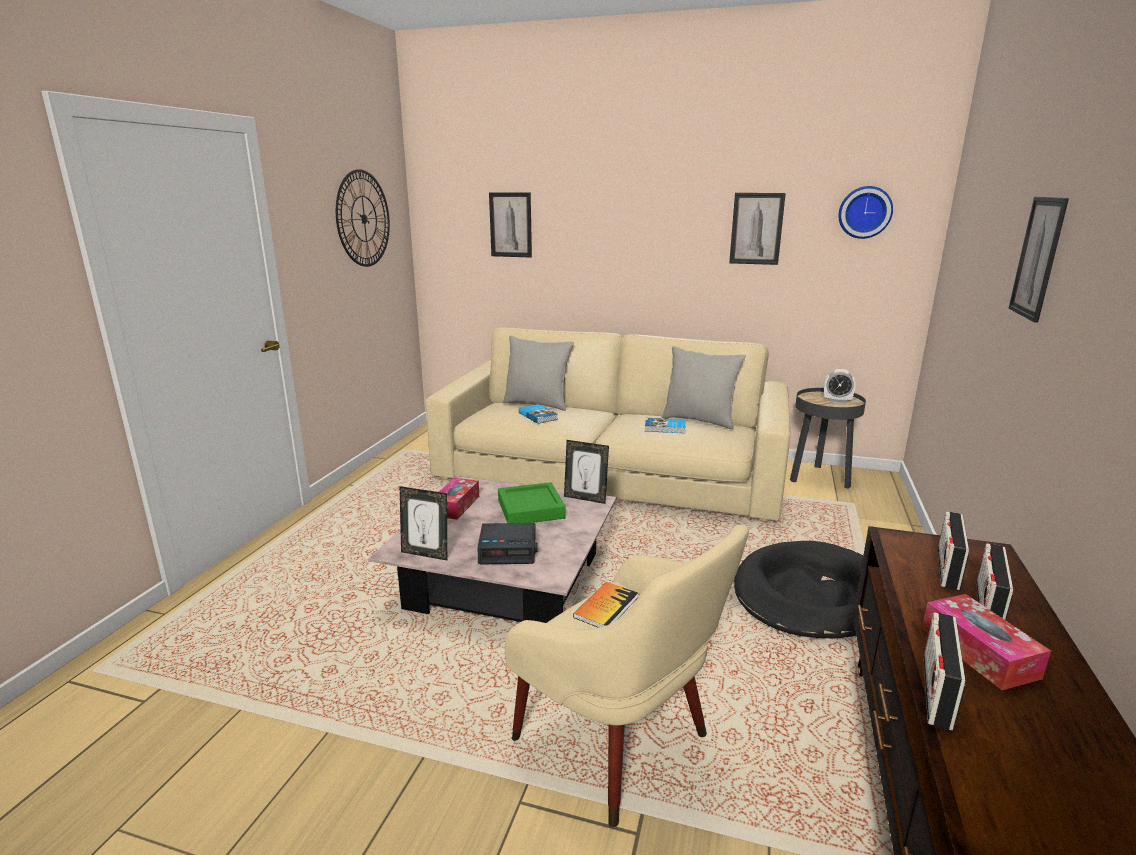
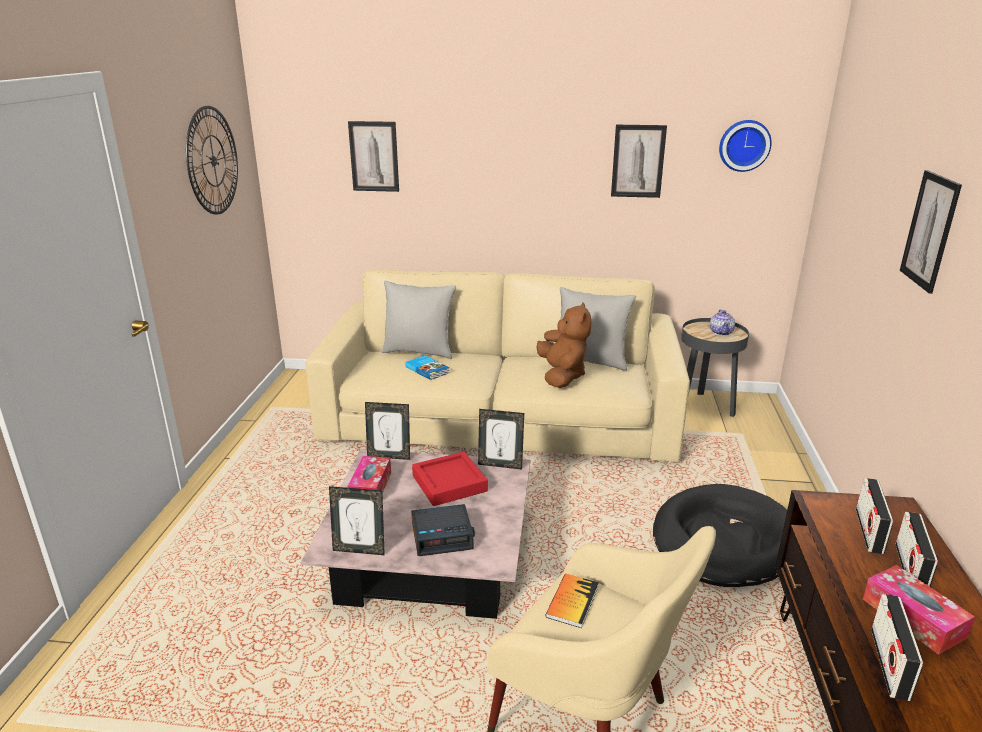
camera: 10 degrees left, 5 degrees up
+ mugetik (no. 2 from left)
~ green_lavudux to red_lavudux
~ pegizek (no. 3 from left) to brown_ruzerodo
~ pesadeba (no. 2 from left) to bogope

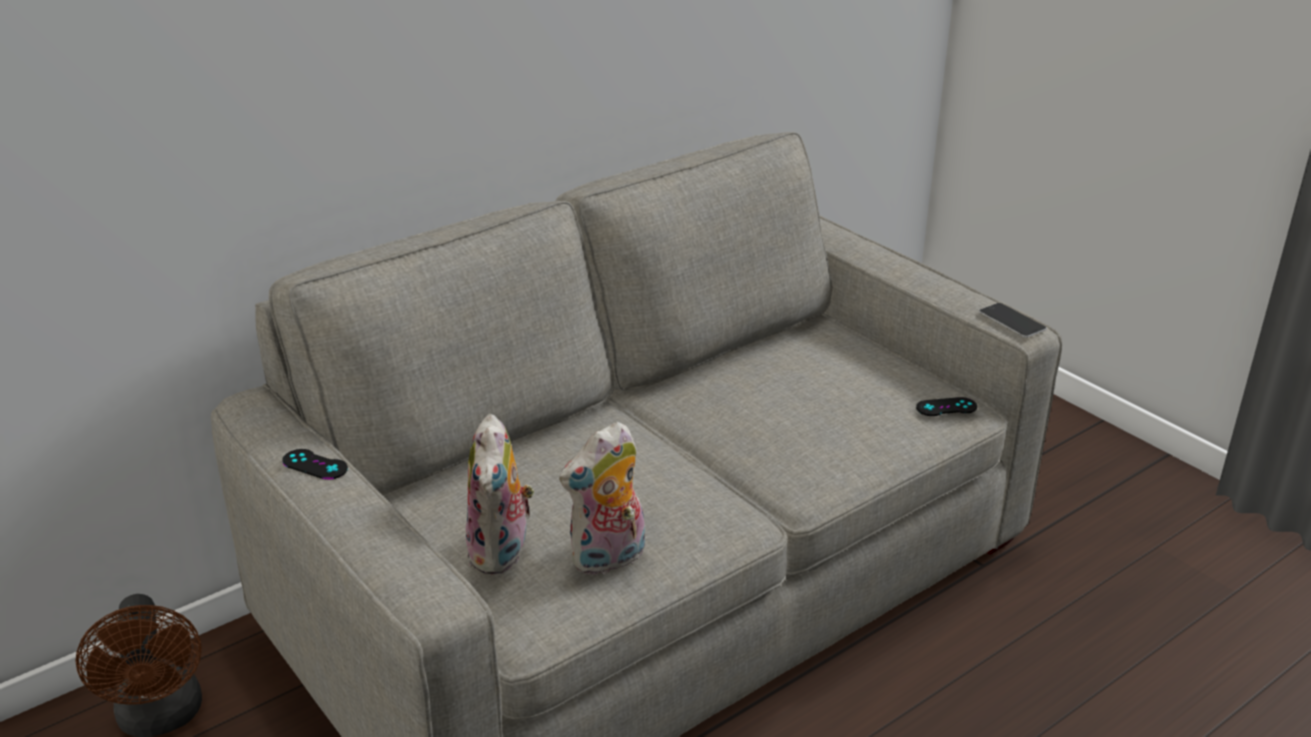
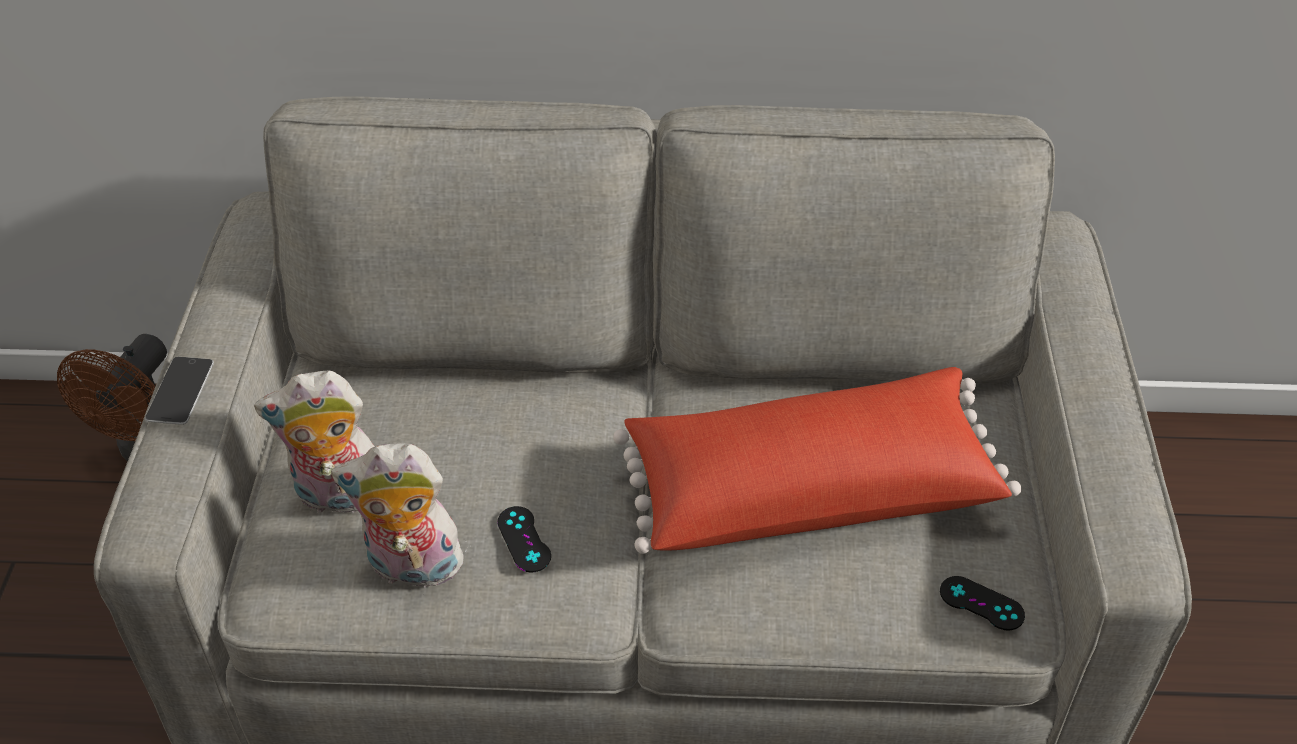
camera: 40 degrees right, 15 degrees up
~ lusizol
~ ruzerodo (no. 1 from left) 45 degrees clockwise
~ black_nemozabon (no. 1 from left)
+ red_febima

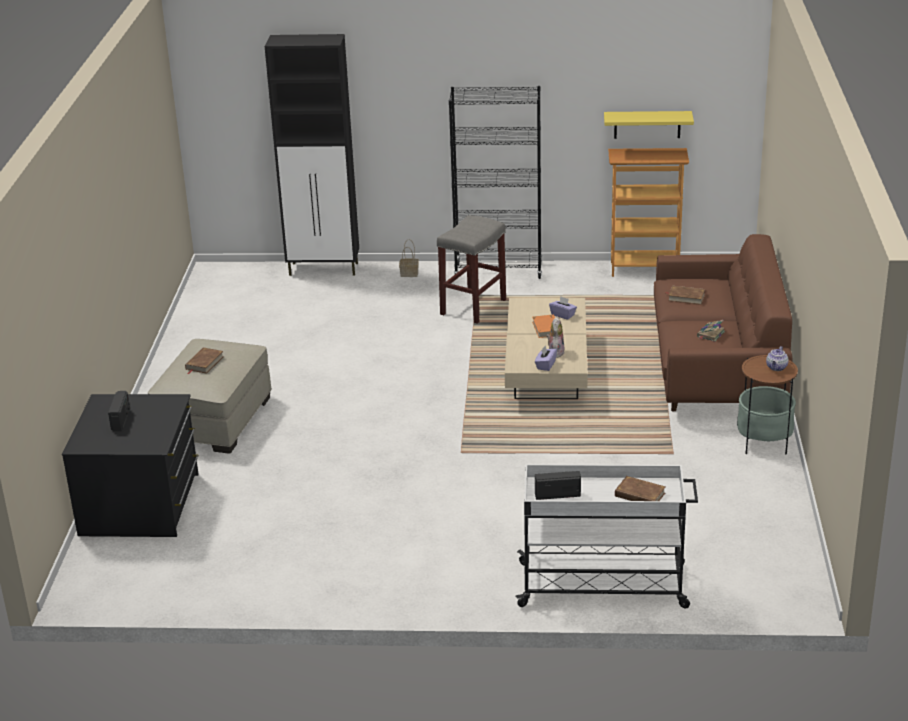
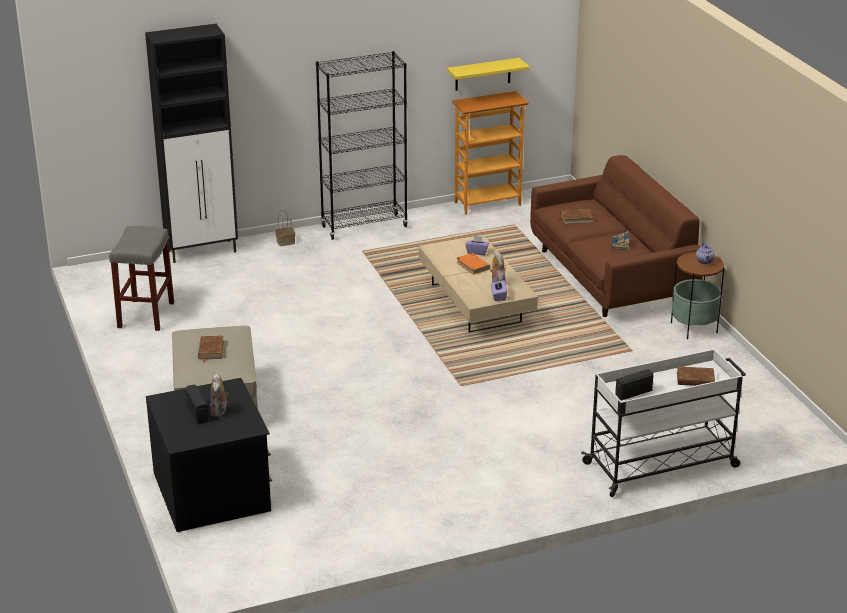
camera: 25 degrees left, 0 degrees up
~ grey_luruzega
+ ruzerodo (no. 1 from left)

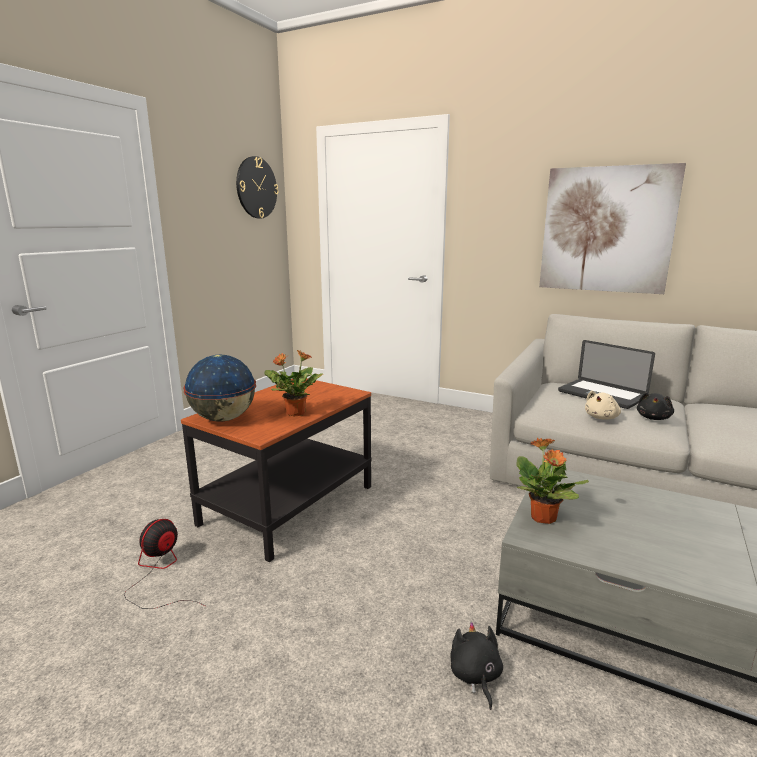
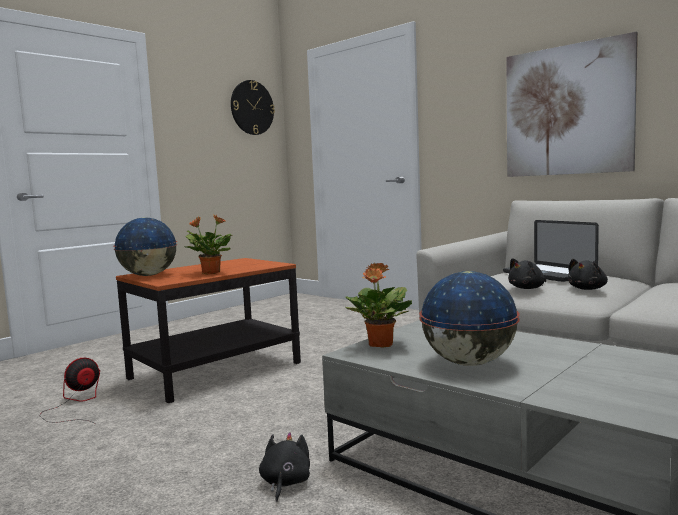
camera: 15 degrees right, 10 degrees down
+ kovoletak (no. 2 from left)
~ beige_ruzerodo to black_ruzerodo (no. 2 from left)

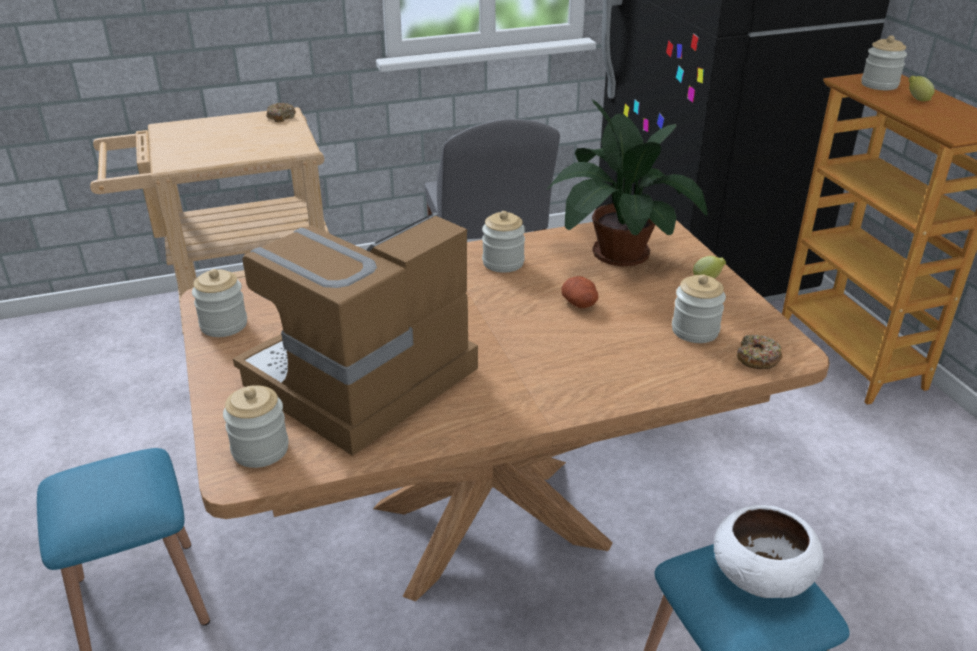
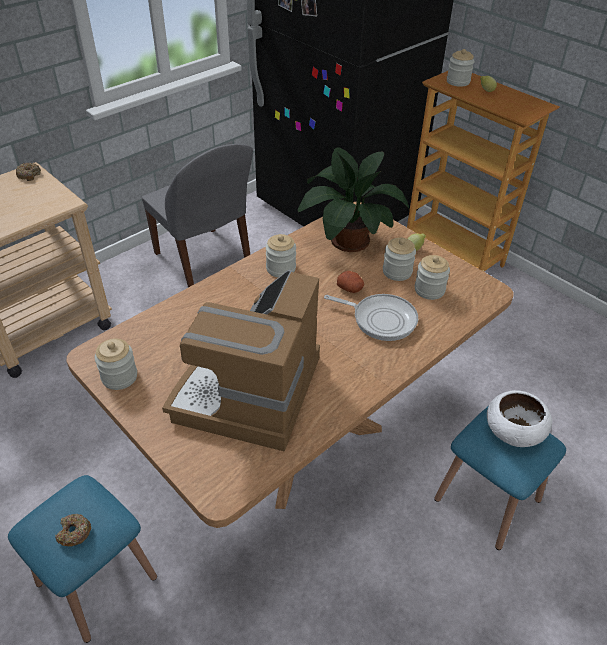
camera: 25 degrees left, 10 degrees up
~ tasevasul (no. 2 from left)
+ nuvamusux
~ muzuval (no. 2 from left in the first image) to muzuval (no. 3 from left)

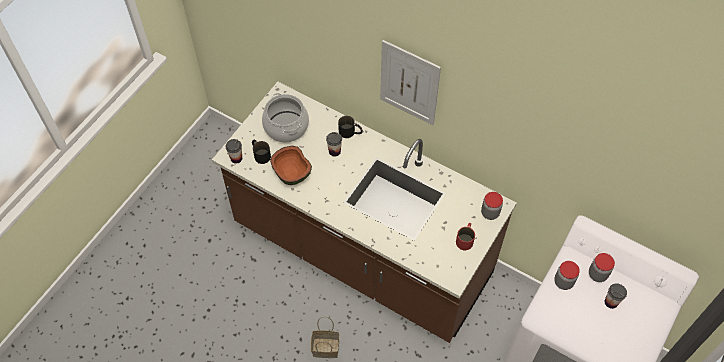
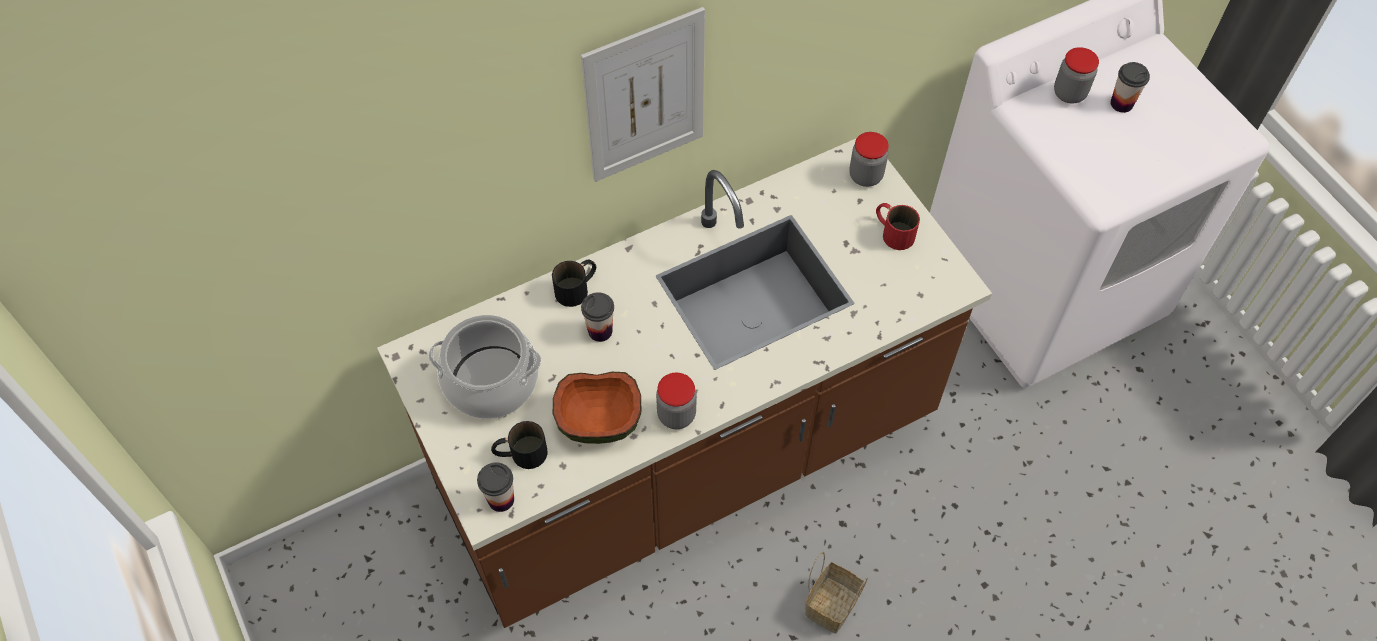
camera: 60 degrees left, 0 degrees up
~ muzuval (no. 2 from left in the first image) to muzuval (no. 1 from left)

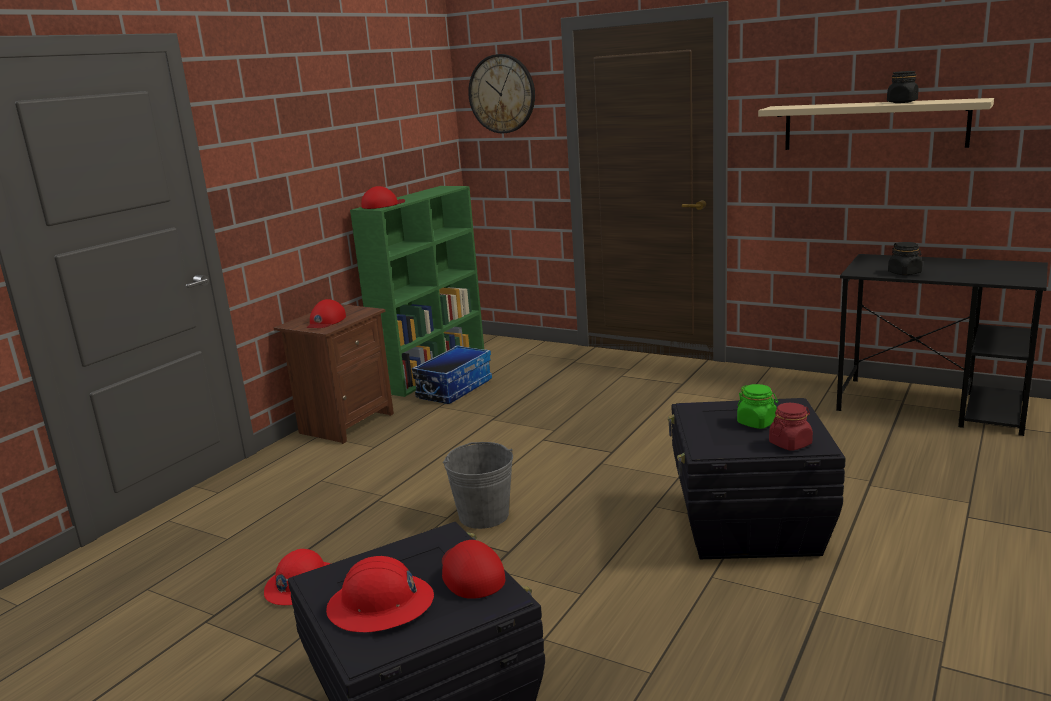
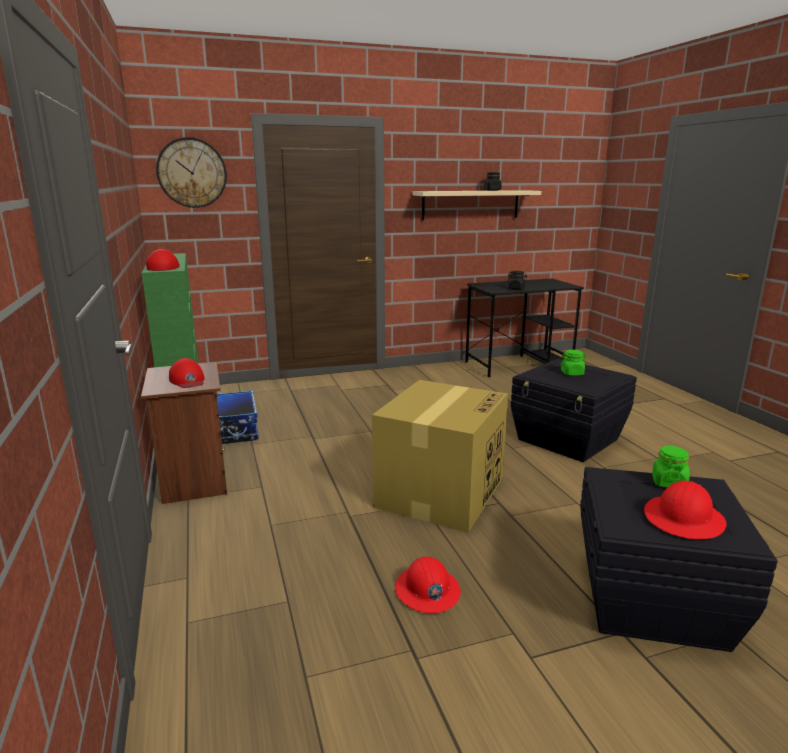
camera: 50 degrees left, 0 degrees up
~ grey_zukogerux to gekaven
~ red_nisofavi (no. 3 from left) to green_muzuval (no. 2 from left)
- red_muzuval

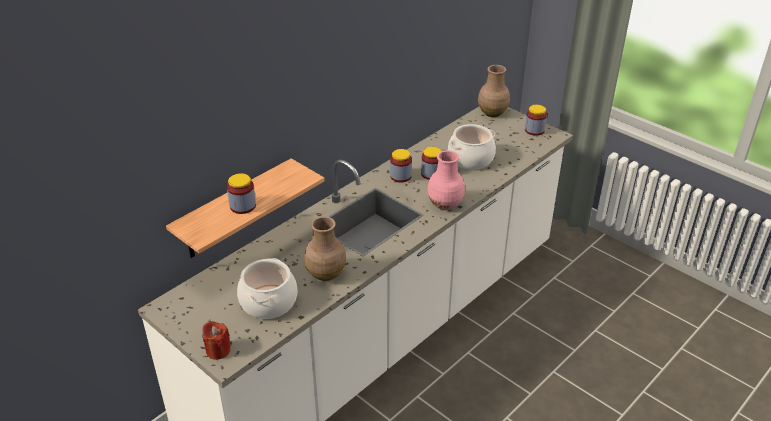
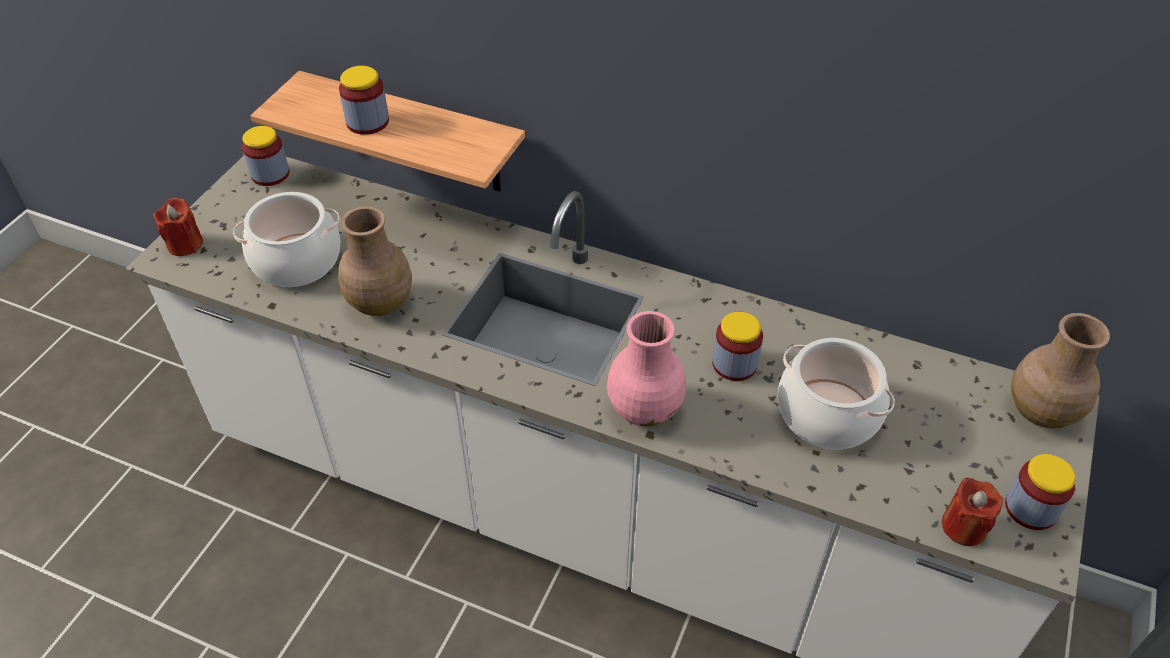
camera: 70 degrees right, 10 degrees up
~ muzuval (no. 2 from left in the first image) to muzuval (no. 1 from left)
+ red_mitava (no. 2 from left)

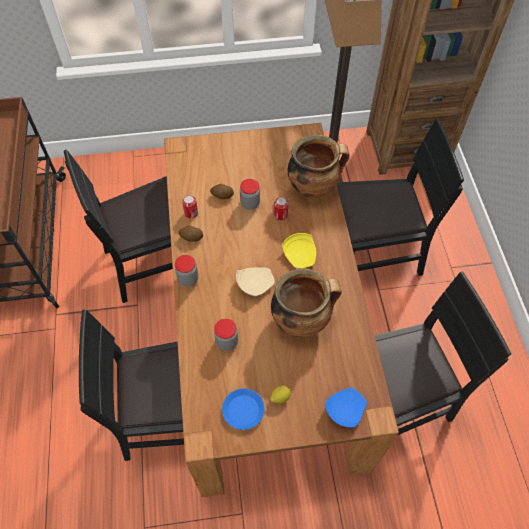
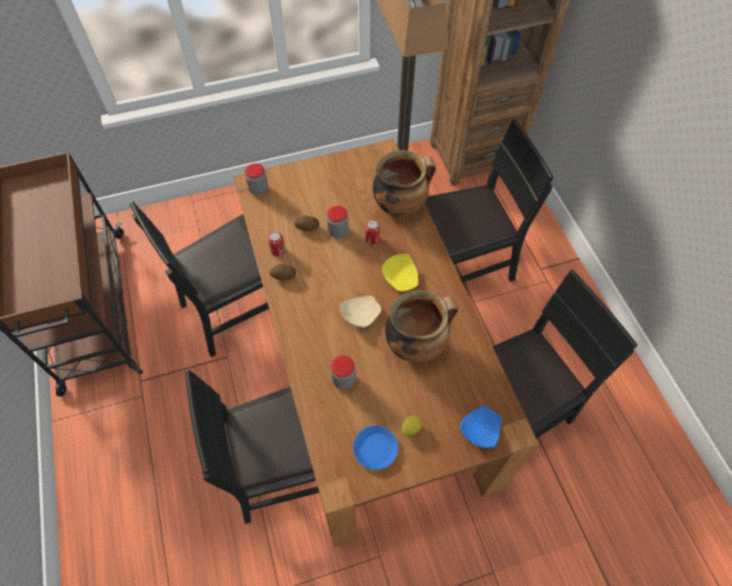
camera: 10 degrees left, 0 degrees up
~ muzuval (no. 1 from left)

